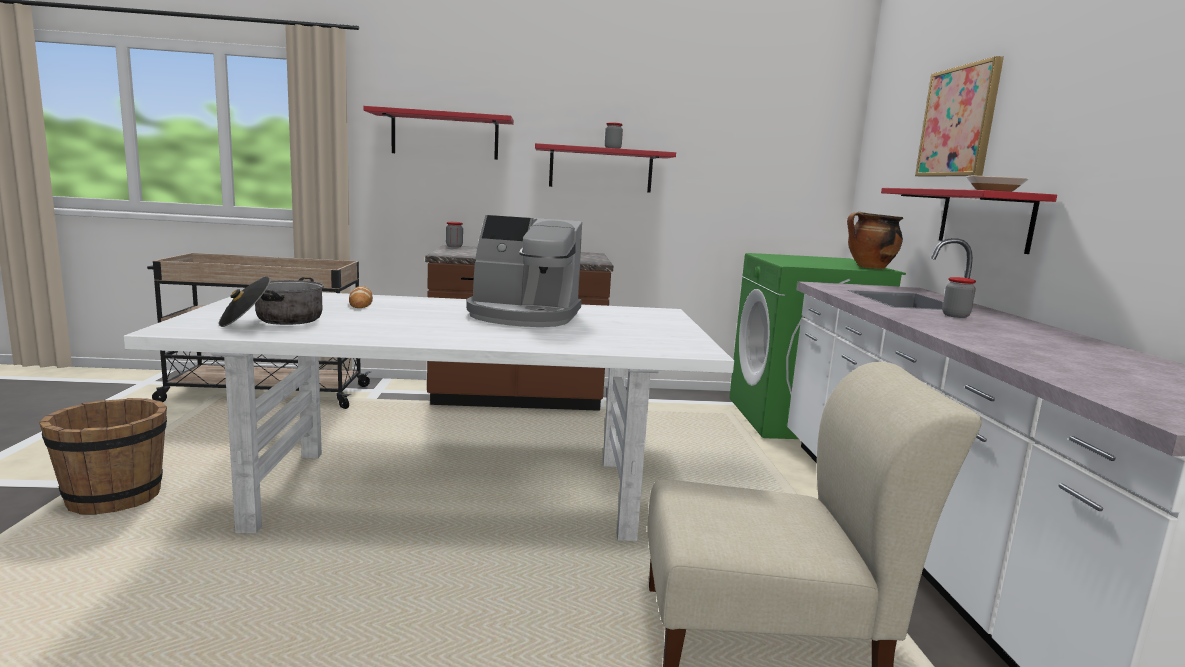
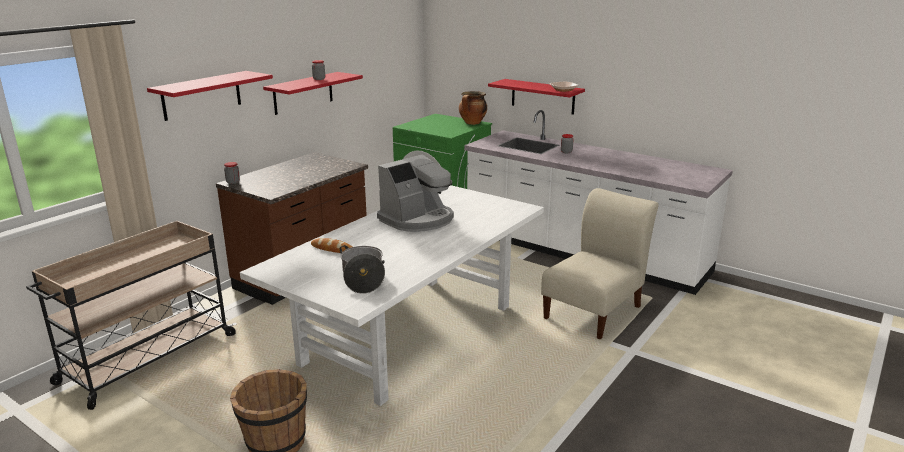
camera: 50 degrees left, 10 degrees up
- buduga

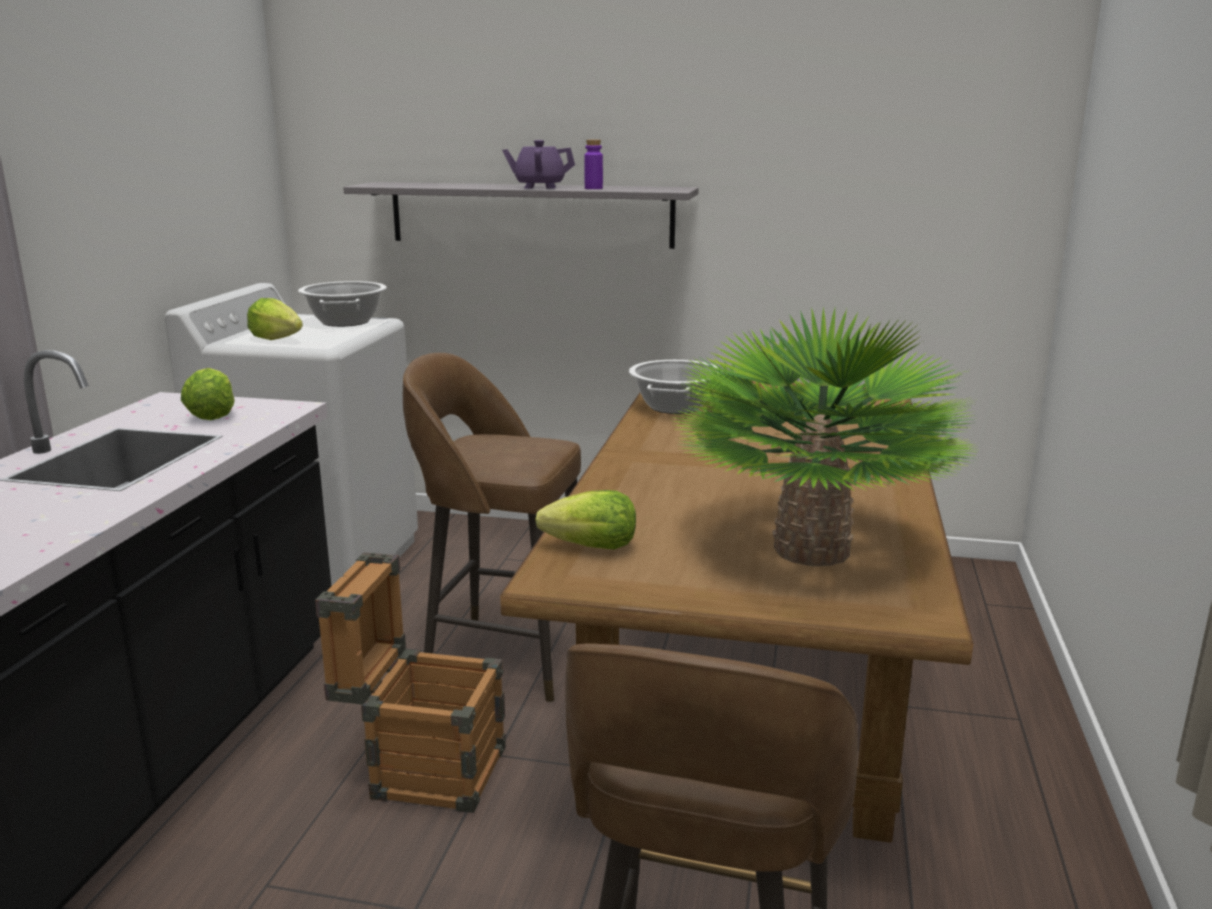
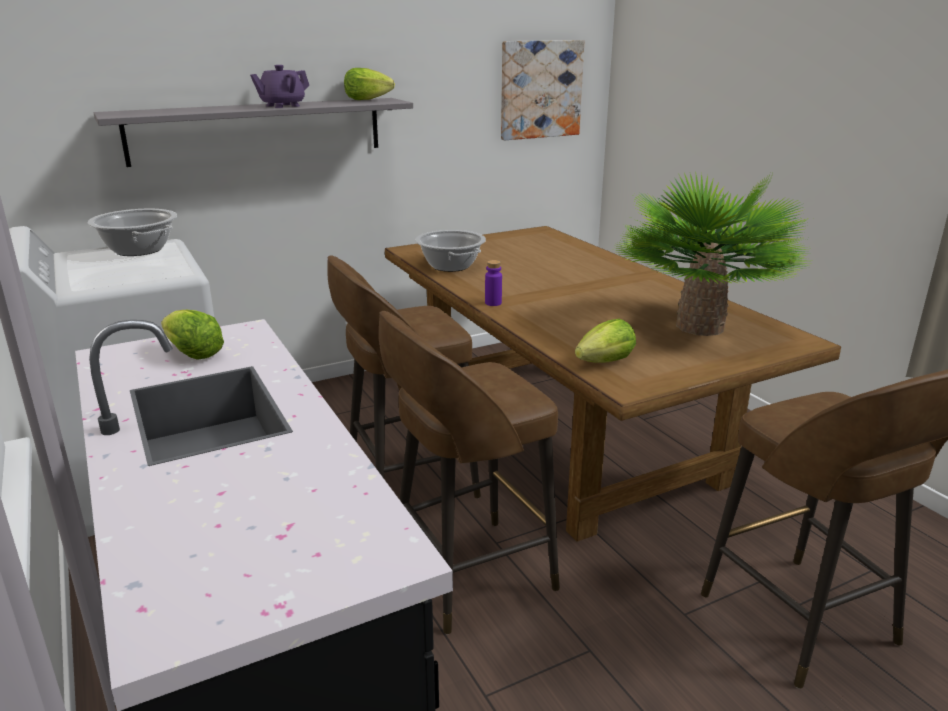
camera: 40 degrees left, 5 degrees up
~ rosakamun (no. 2 from left)
~ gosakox to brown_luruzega (no. 2 from left)
~ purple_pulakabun
+ buduga

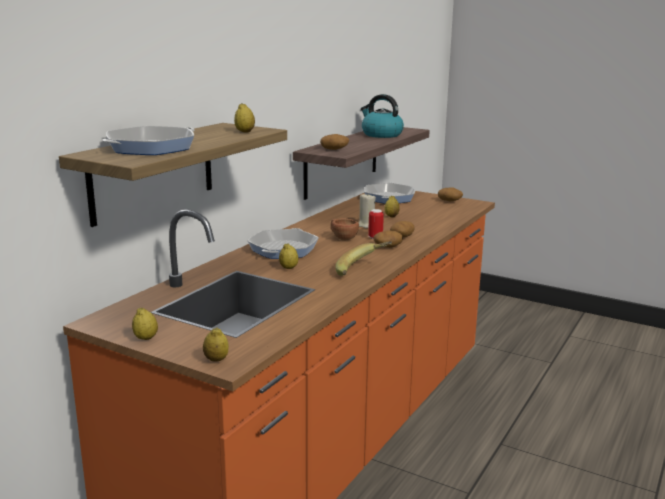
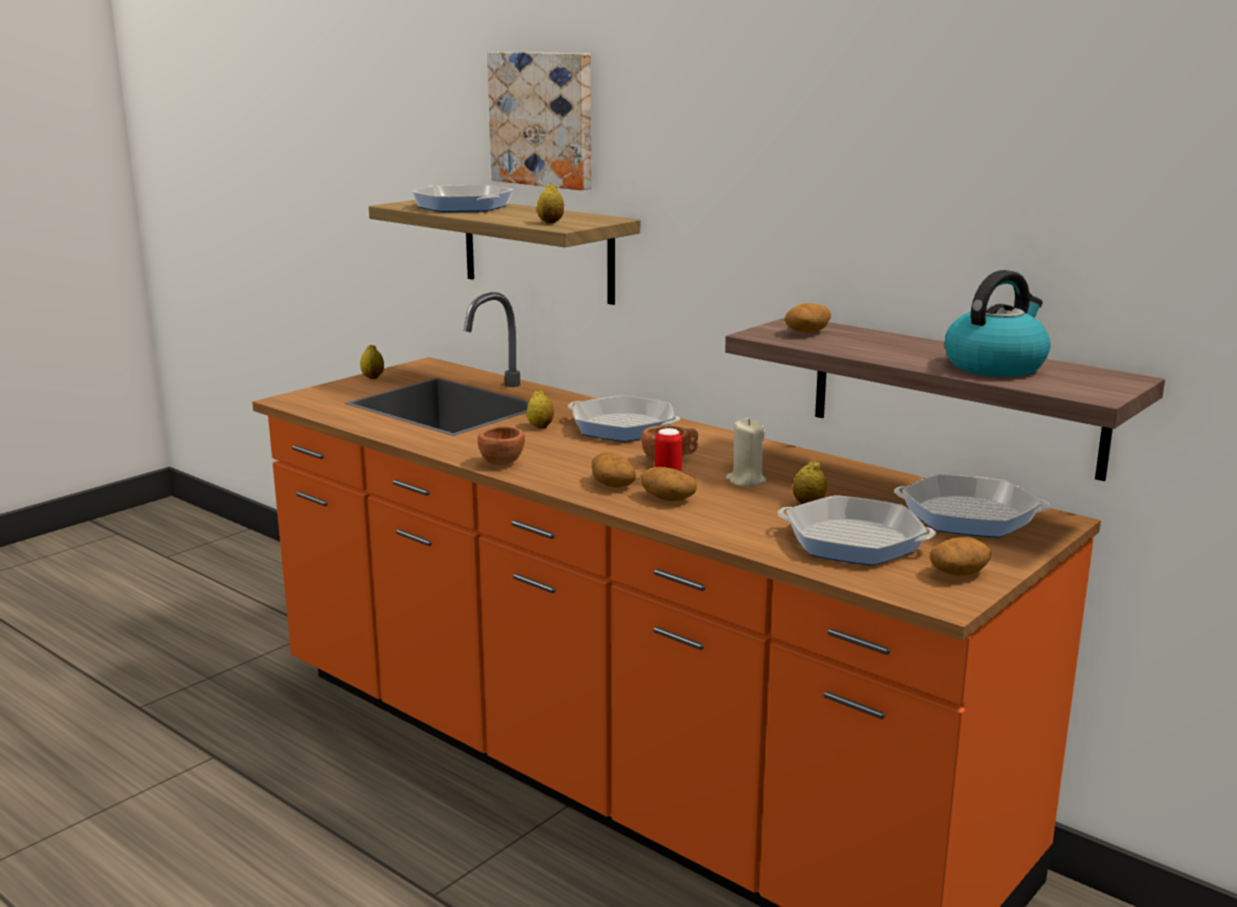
camera: 100 degrees right, 0 degrees up
~ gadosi to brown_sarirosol (no. 1 from left)
+ buduga
+ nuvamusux (no. 3 from left)
- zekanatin (no. 2 from left)

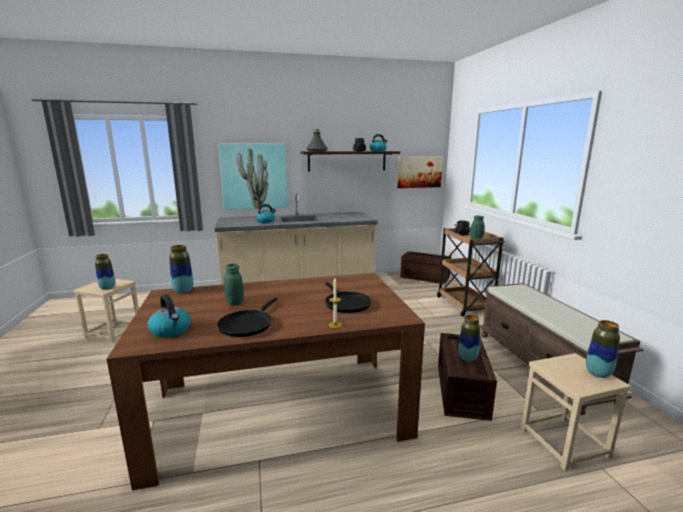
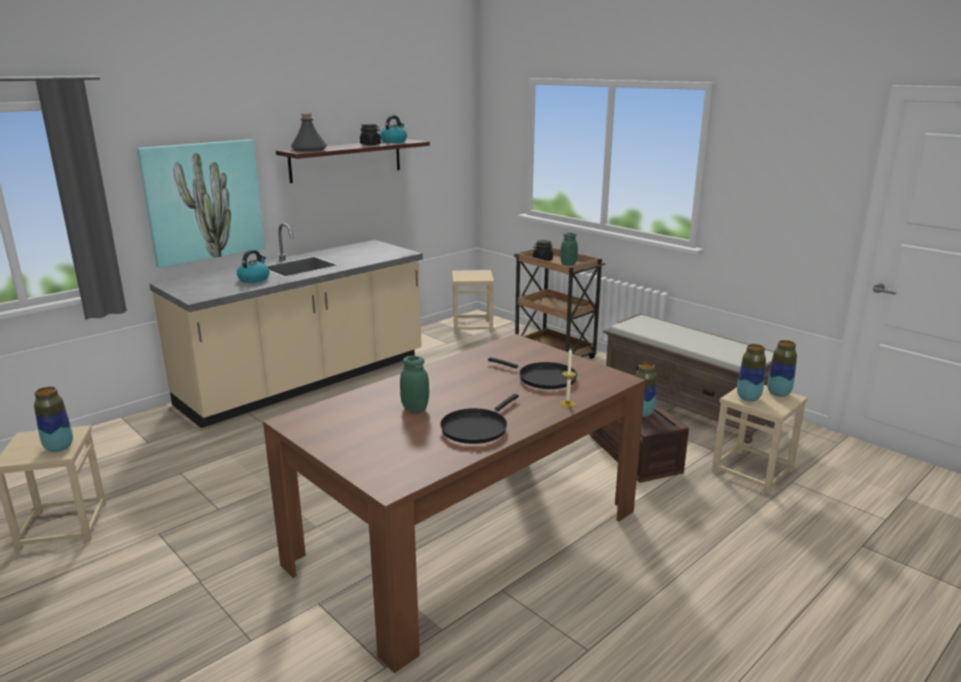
camera: 30 degrees left, 5 degrees up
~ black_nuvamusux (no. 1 from left) 45 degrees clockwise
~ gosakox (no. 1 from left) to beige_luruzega (no. 2 from left)
~ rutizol (no. 2 from left in the first image) to rutizol (no. 3 from left)
- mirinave (no. 1 from left)
- buduga (no. 2 from left)

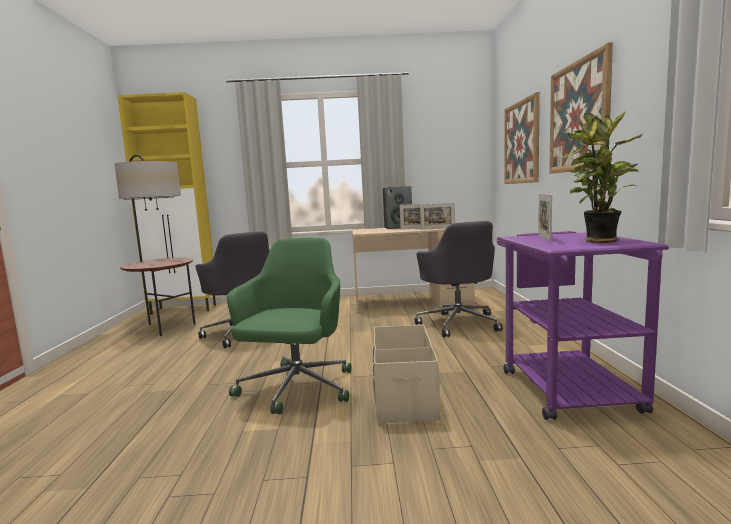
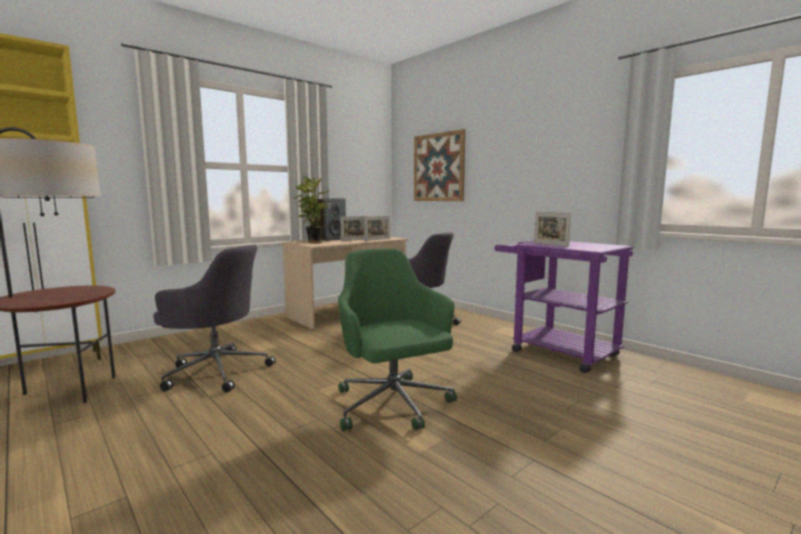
camera: 40 degrees left, 0 degrees up
~ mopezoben
- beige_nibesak
- buduga (no. 2 from left)

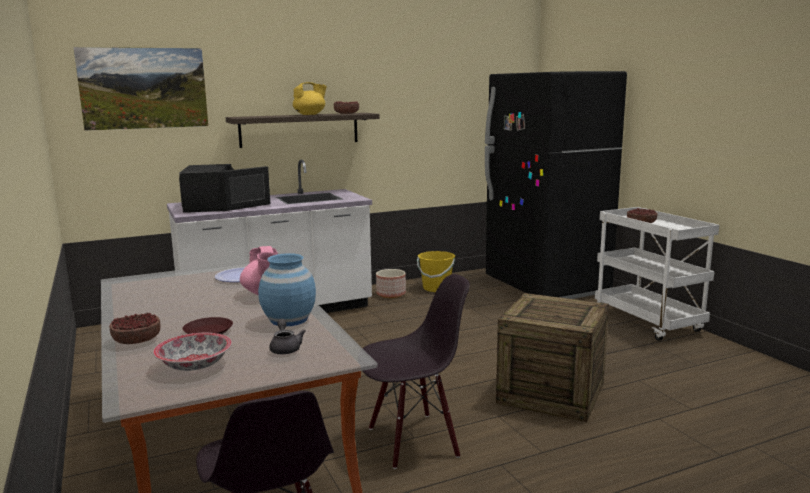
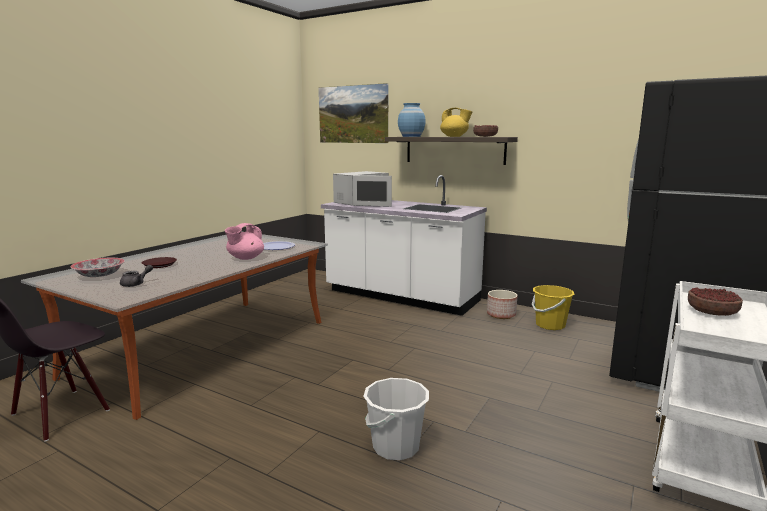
camera: 55 degrees right, 0 degrees up
~ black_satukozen to white_satukozen
~ gosakox to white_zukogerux
~ blue_rutizol
- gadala (no. 1 from left)
- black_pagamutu (no. 2 from left)

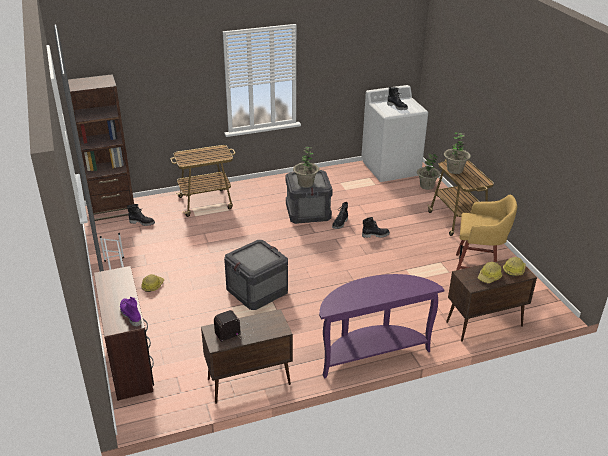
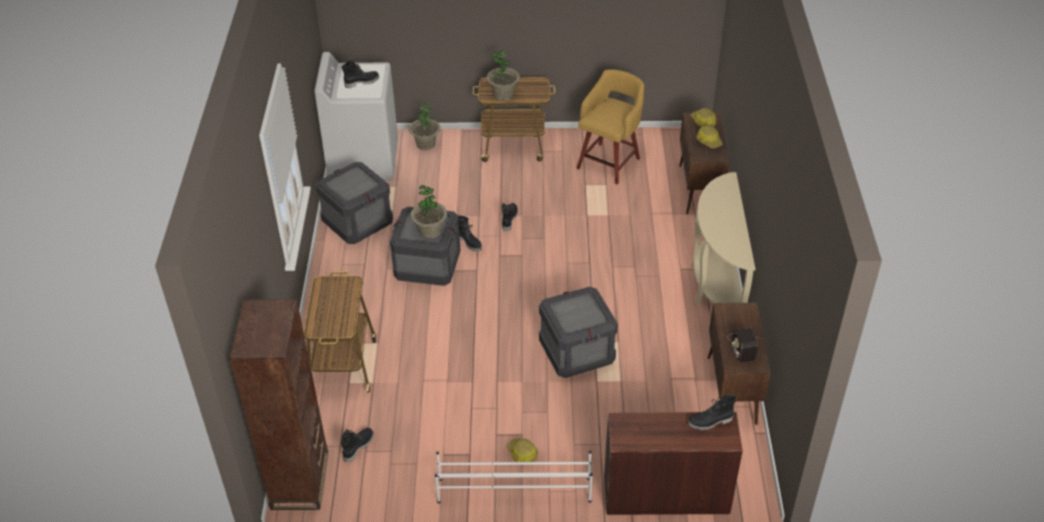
camera: 70 degrees left, 10 degrees up
+ gosakox (no. 1 from left)
~ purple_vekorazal to black_vekorazal (no. 5 from left)
~ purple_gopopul to beige_gopopul

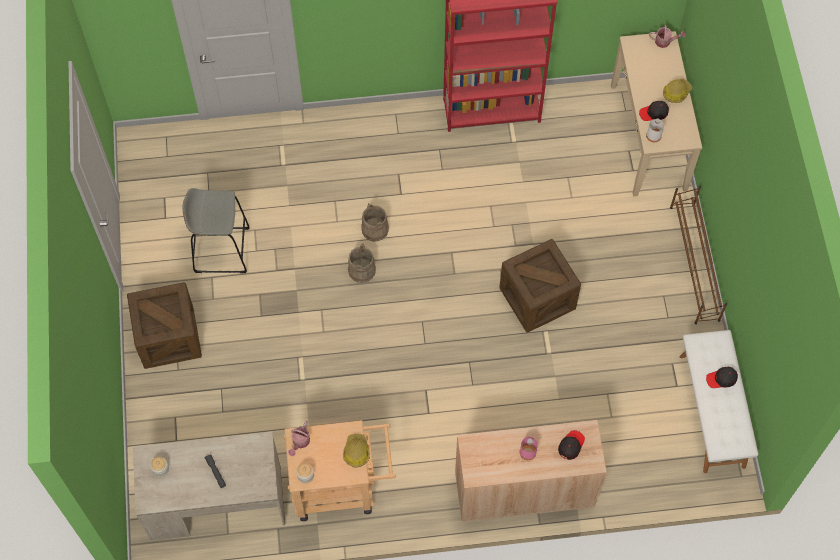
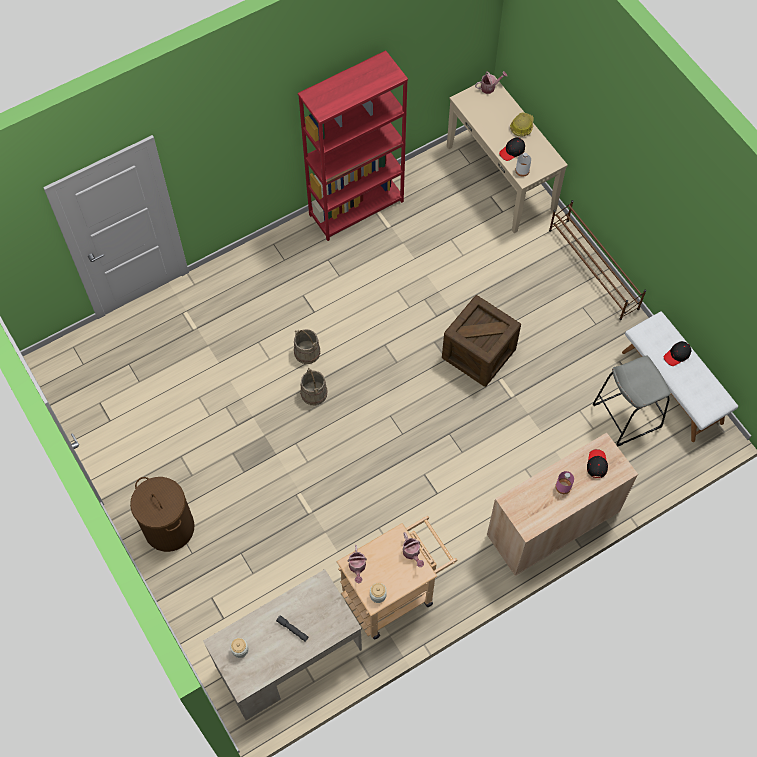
camera: 25 degrees left, 0 degrees up
~ gosakox (no. 1 from left) to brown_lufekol
~ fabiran (no. 1 from left) to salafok (no. 2 from left)
~ grey_luruzega

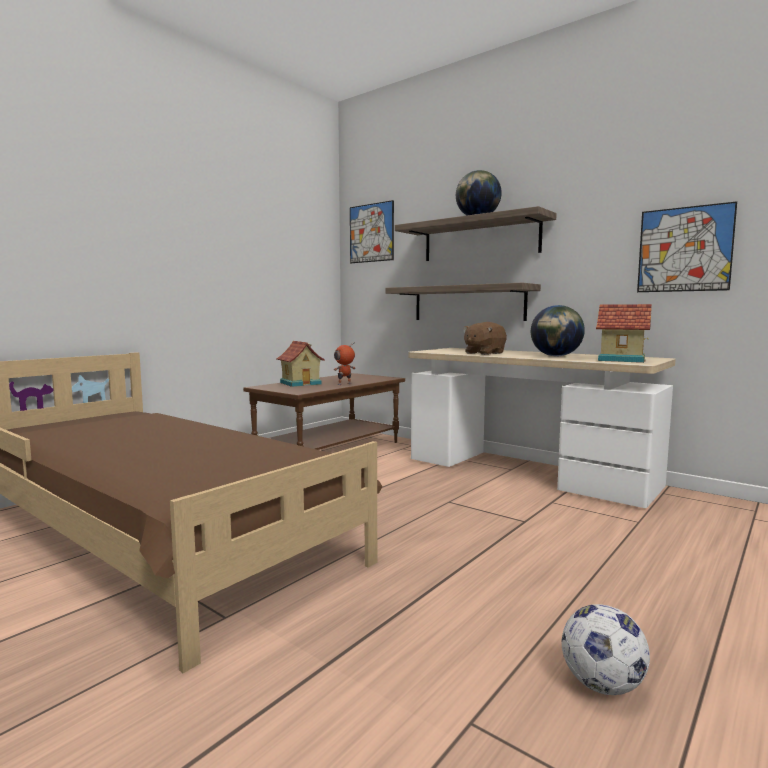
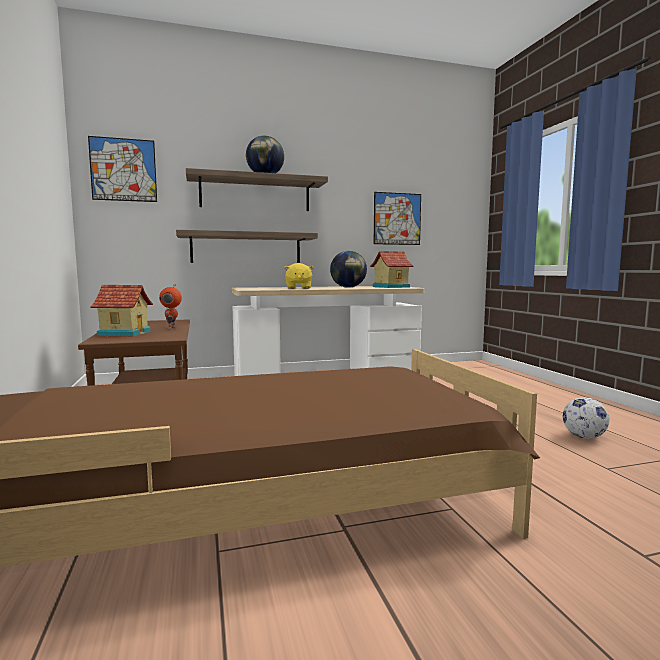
camera: 55 degrees left, 0 degrees up
~ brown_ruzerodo to yellow_ruzerodo

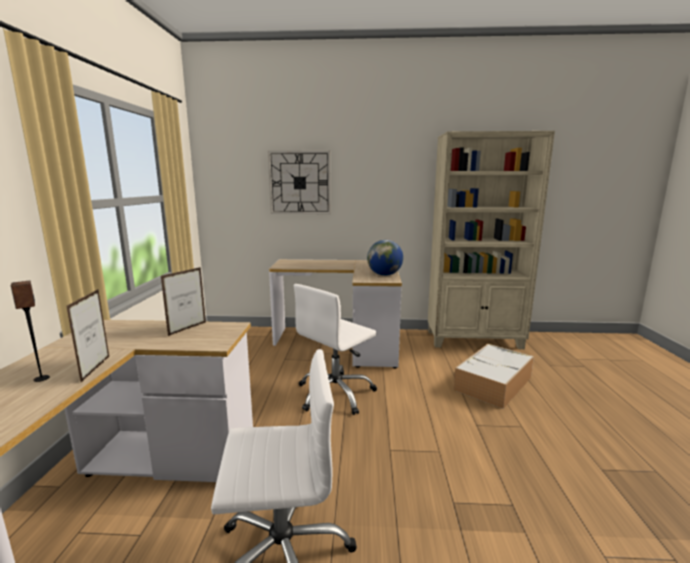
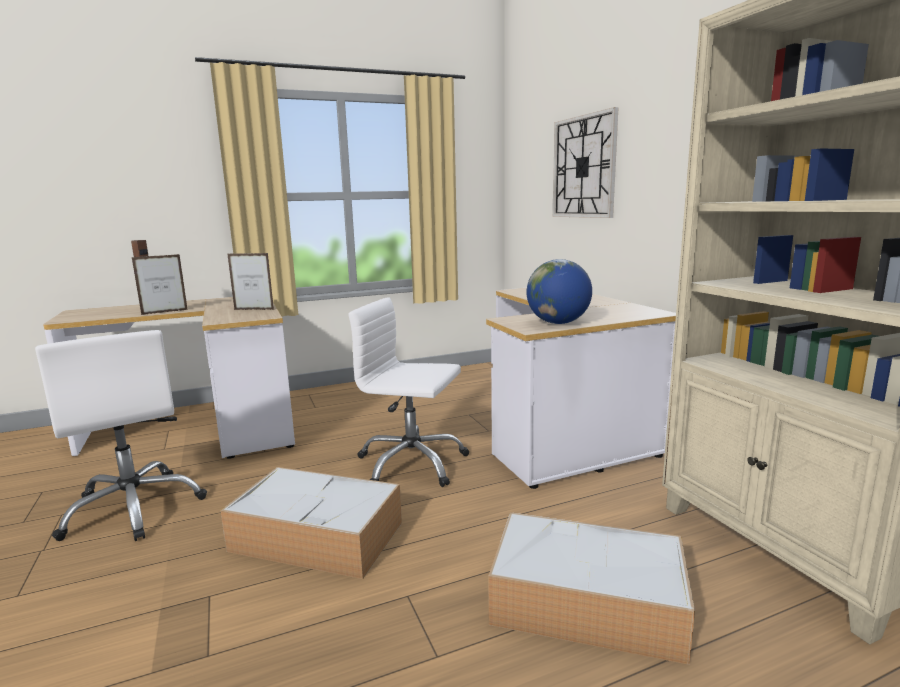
camera: 65 degrees right, 0 degrees up
+ nibesak (no. 1 from left)

